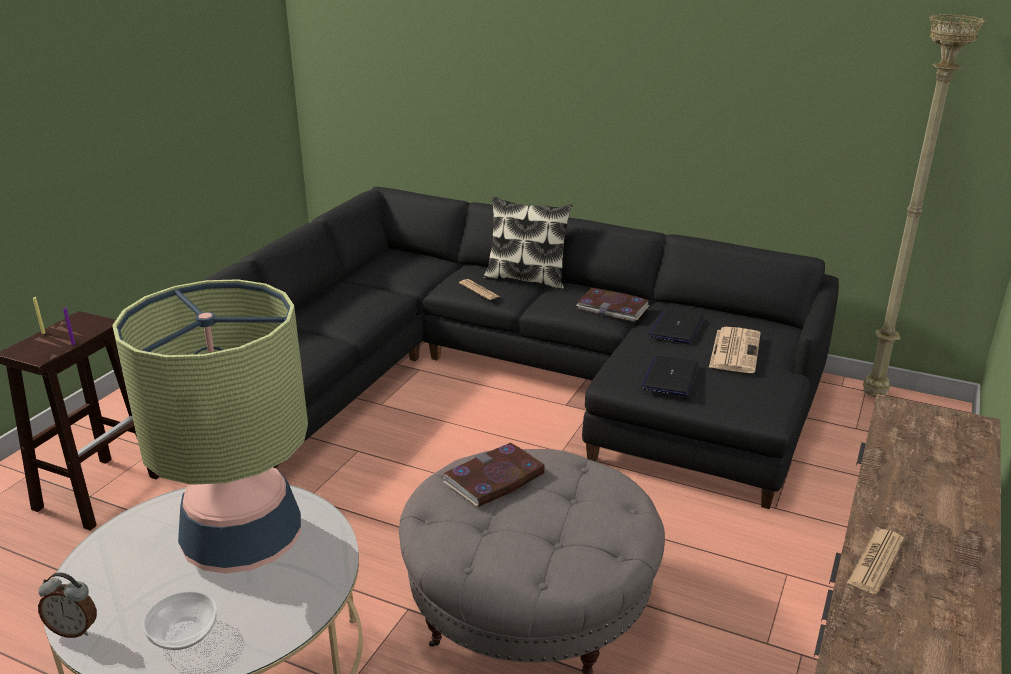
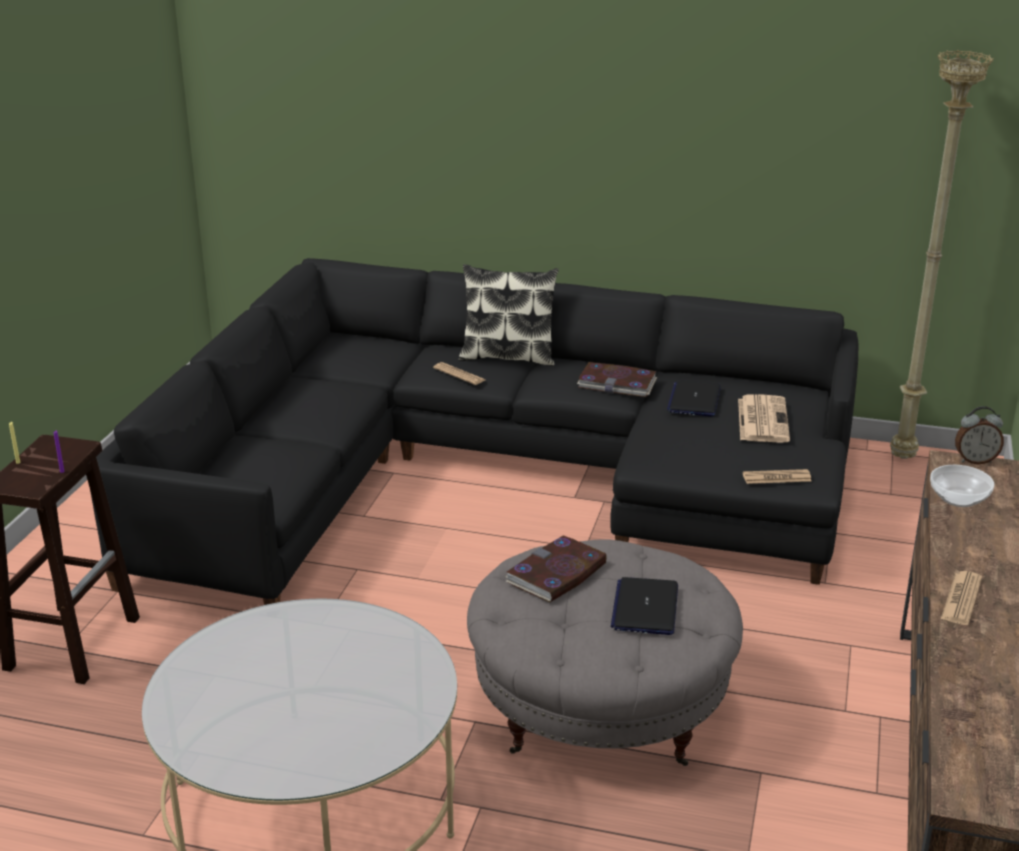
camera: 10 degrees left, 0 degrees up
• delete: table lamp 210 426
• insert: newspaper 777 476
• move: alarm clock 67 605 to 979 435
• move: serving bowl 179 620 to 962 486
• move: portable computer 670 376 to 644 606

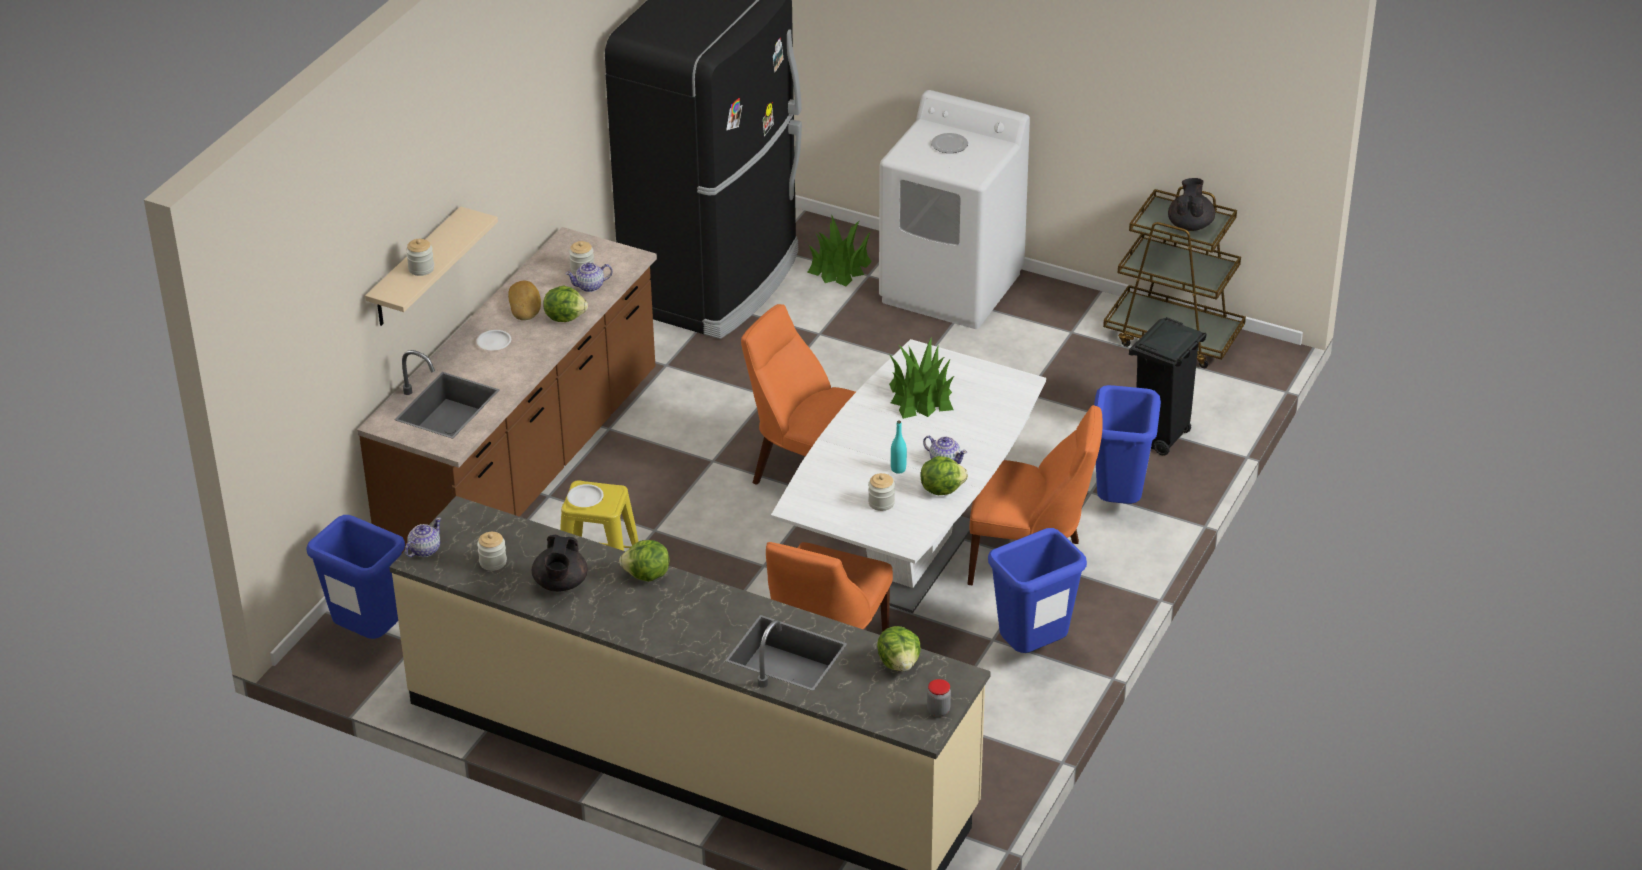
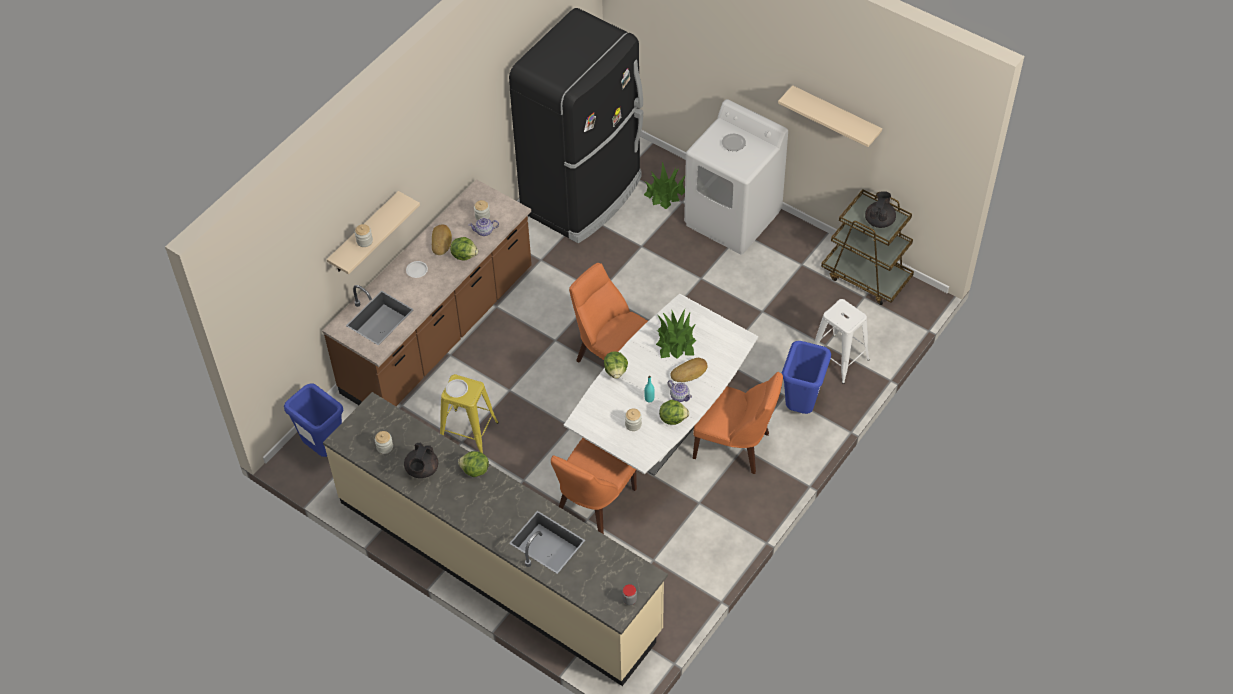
camera: 10 degrees right, 15 degrees up
• delete: teapot 423 537
• delete: blue-coloured rubbish bin 1037 590
• insert: bakery bread 689 370
• insert: beige wall shelf 830 116
• move: lettuce head 899 648 to 616 365
• replace: black rubbish bin 1168 386 to white stool 842 341

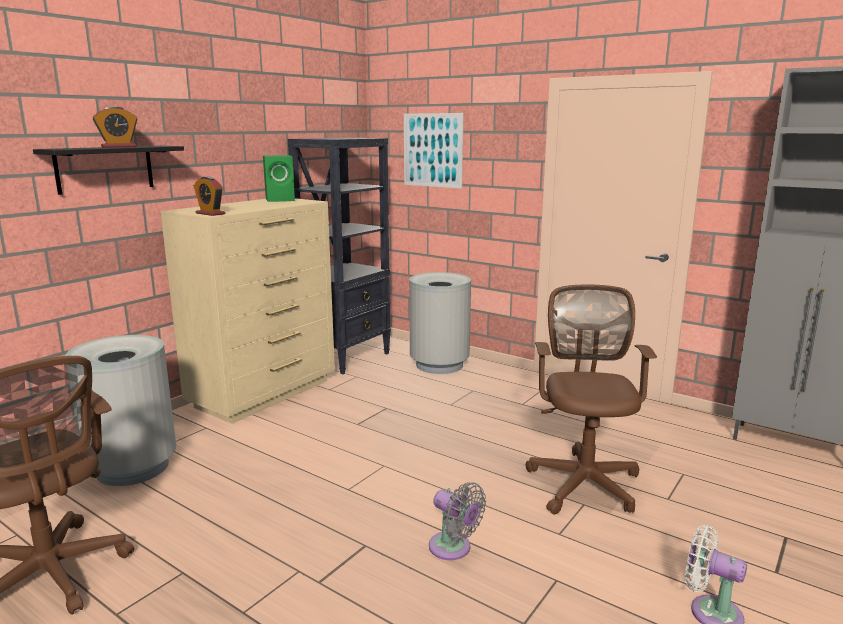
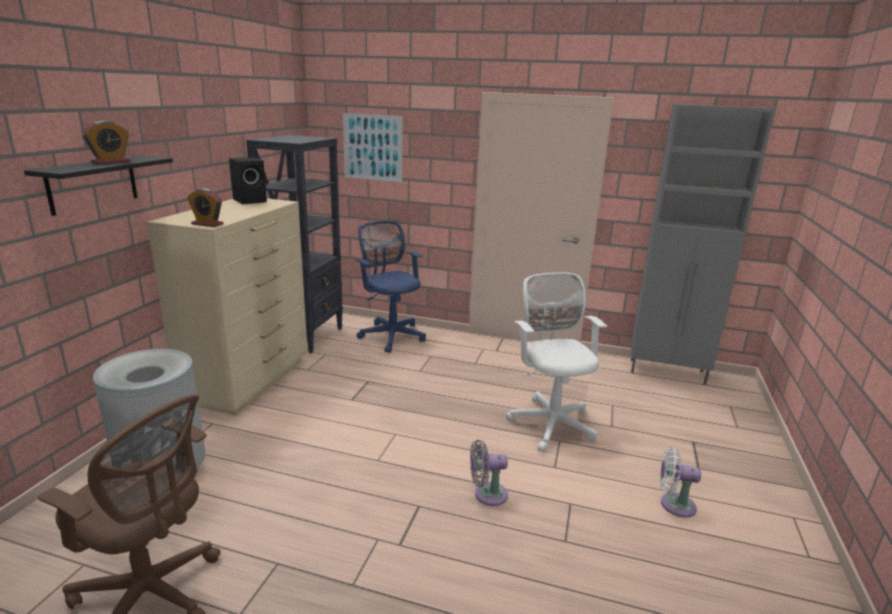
camera: 20 degrees left, 5 degrees up
• replace: greyish rubbish bin 440 323 to blue-coloured office chair 390 287
• recolor: green audio speaker 279 178 to black audio speaker 248 180
• recolor: brown office chair 591 399 to white office chair 556 362
• rotate: greyish fan 457 521 = 489 473 150 degrees clockwise

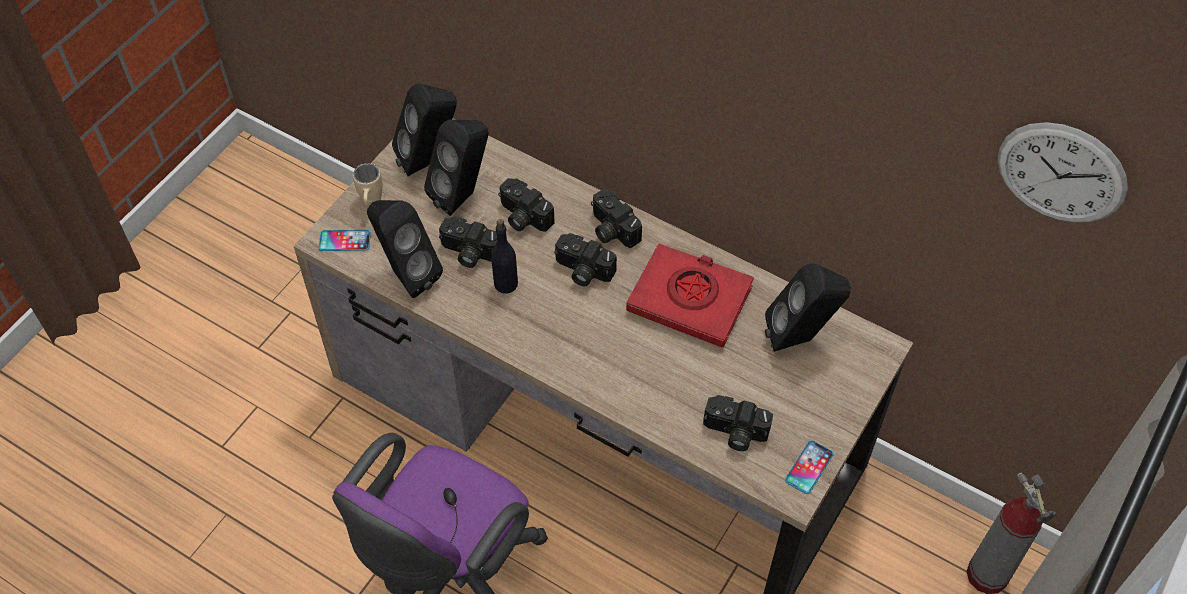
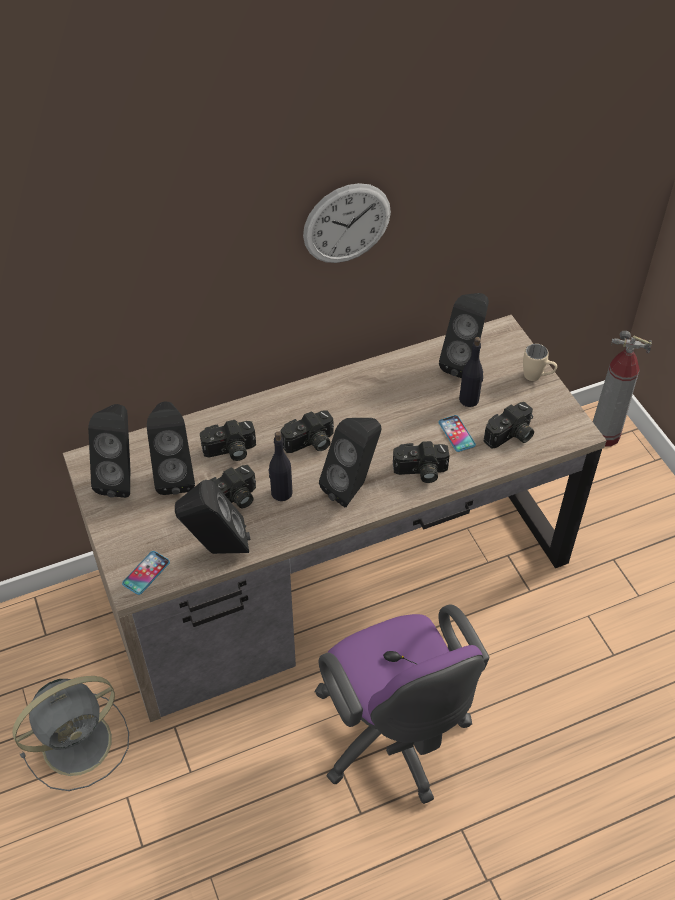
camera: 55 degrees left, 5 degrees down
• delete: red volume 690 295
• insert: greyish fan 70 733
• insert: black audio speaker 350 462
• insert: black bottle 471 372
• move: beige mug 368 184 to 540 362
• move: photo camera 616 218 to 421 462
• move: handset 809 467 to 457 433
• move: clock on the wall 1062 172 to 347 223

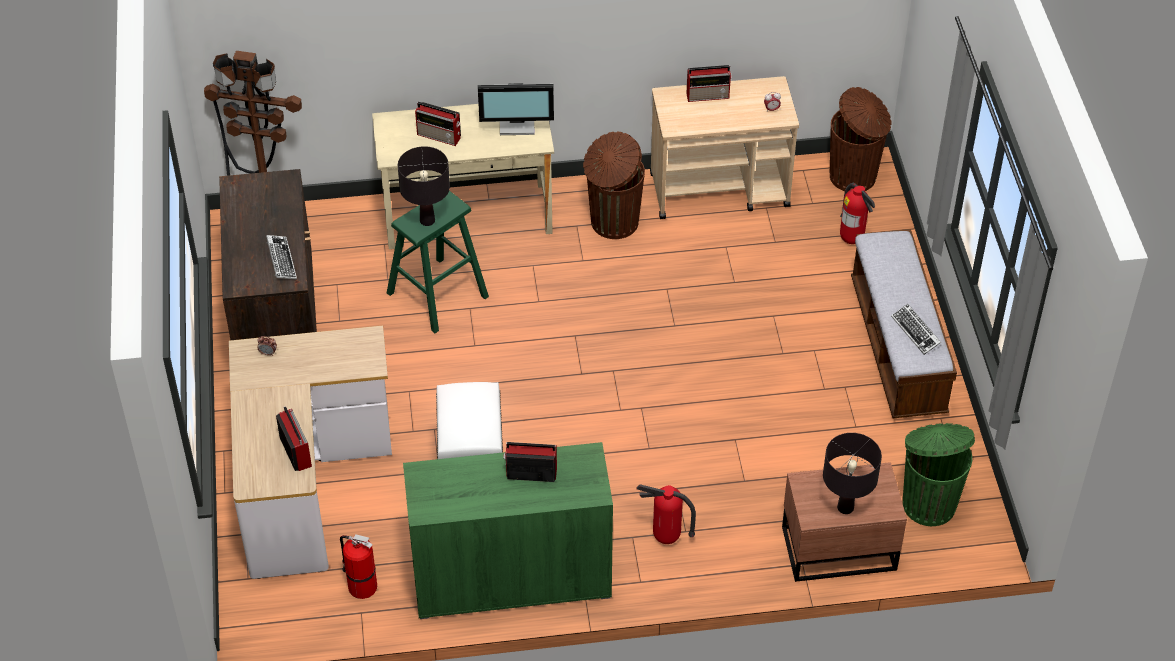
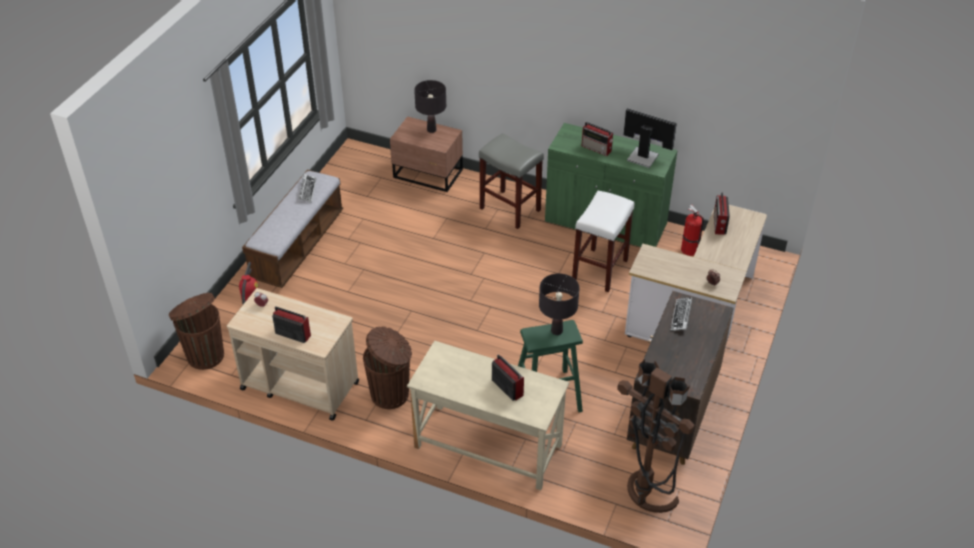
camera: 150 degrees left, 5 degrees down
• delete: green rubbish bin 939 474
• move: monitor 516 109 to 650 138
• replace: extinguisher 666 514 to greyish stool 511 181

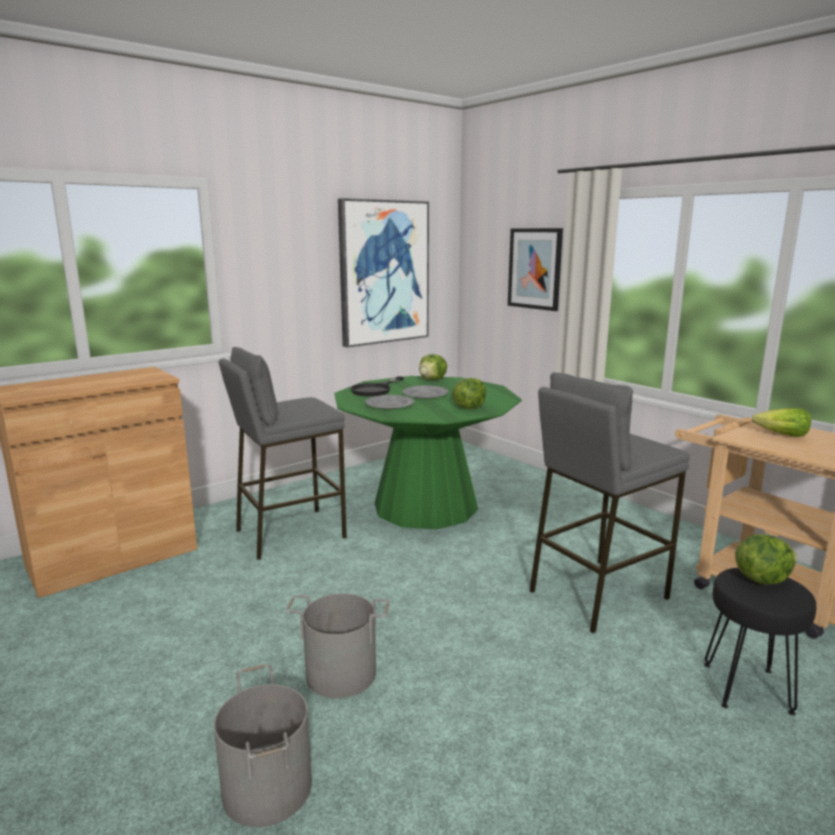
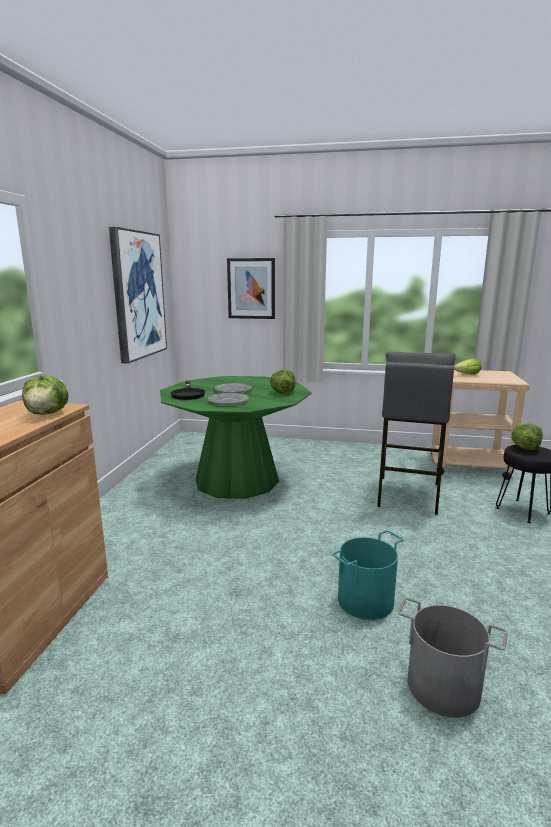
camera: 40 degrees left, 0 degrees up
• delete: greyish stool 283 453
• move: lettuce head 433 367 to 45 395
• recolor: greyish water bucket 337 645 to turquoise-coloured water bucket 367 575

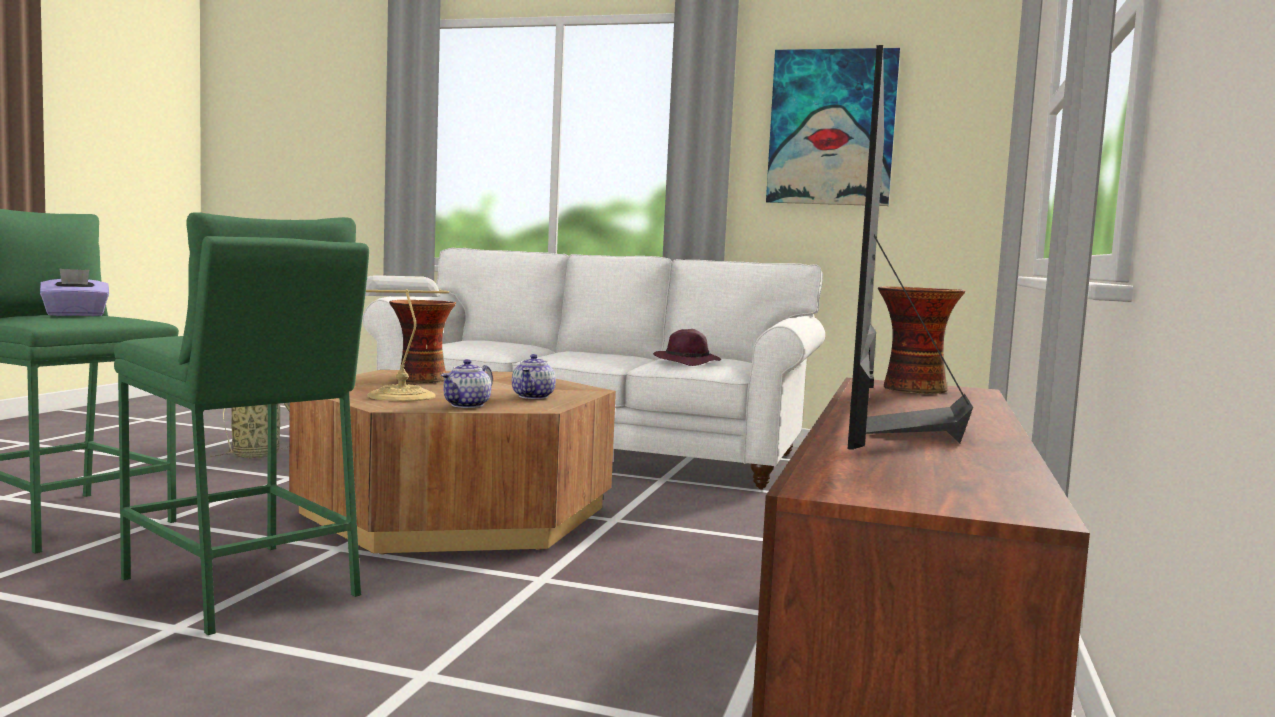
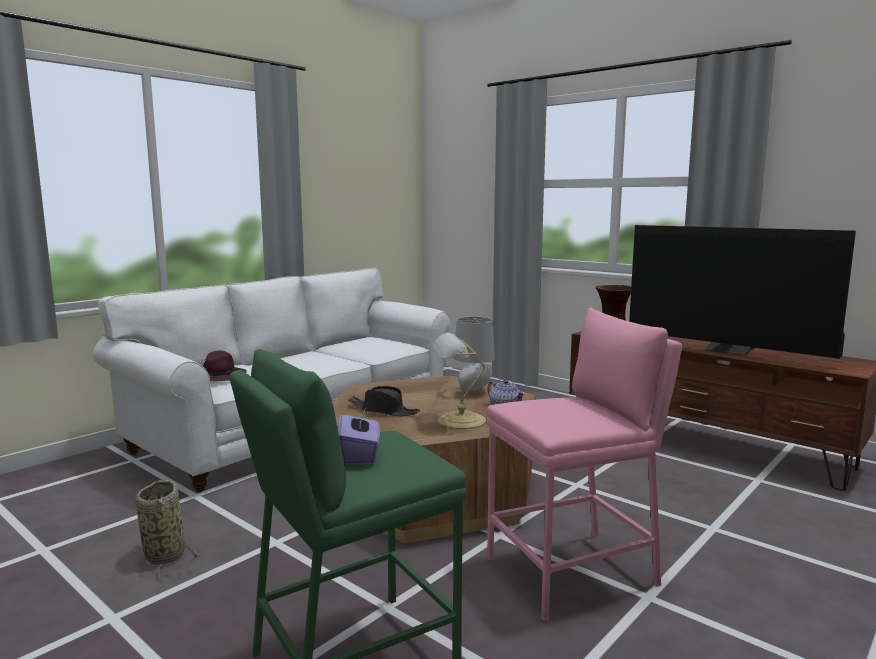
camera: 65 degrees left, 5 degrees up
• delete: wall art 833 127
• move: purple-coloured wearable hat 687 347 to 225 366
• replace: vase 422 341 to black wearable hat 384 401
• replace: teapot 534 376 to greyish table lamp 474 356
• recolor: green stool 241 423 to pink-coloured stool 584 464

